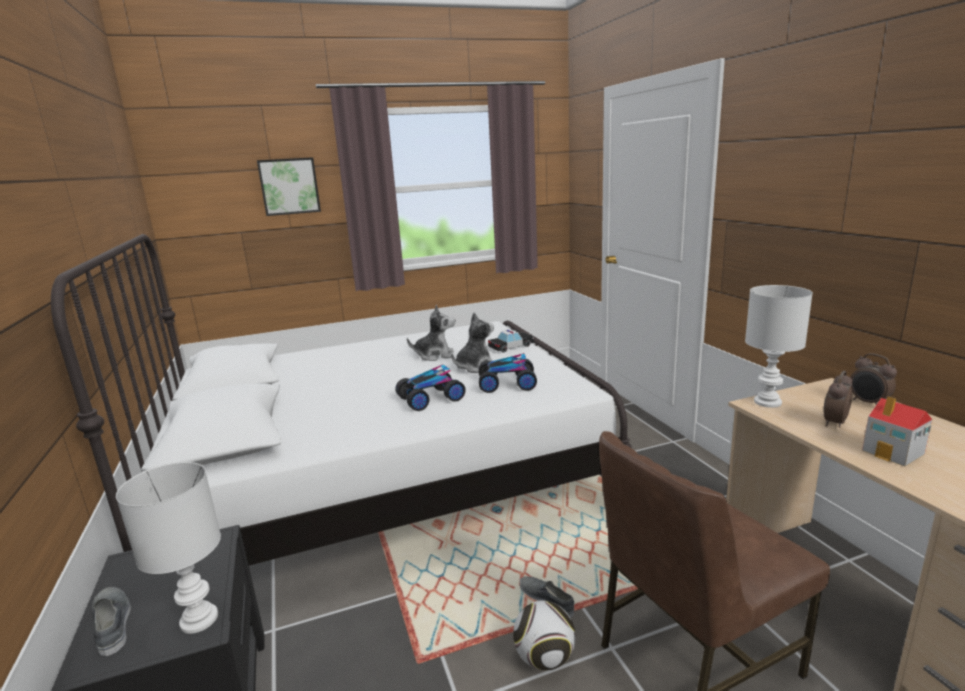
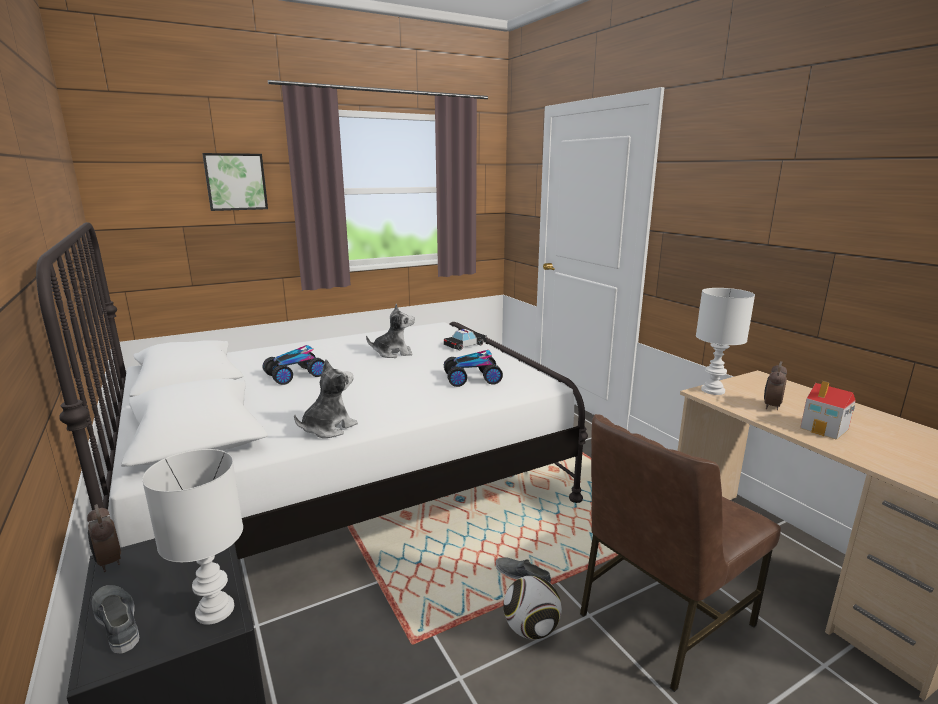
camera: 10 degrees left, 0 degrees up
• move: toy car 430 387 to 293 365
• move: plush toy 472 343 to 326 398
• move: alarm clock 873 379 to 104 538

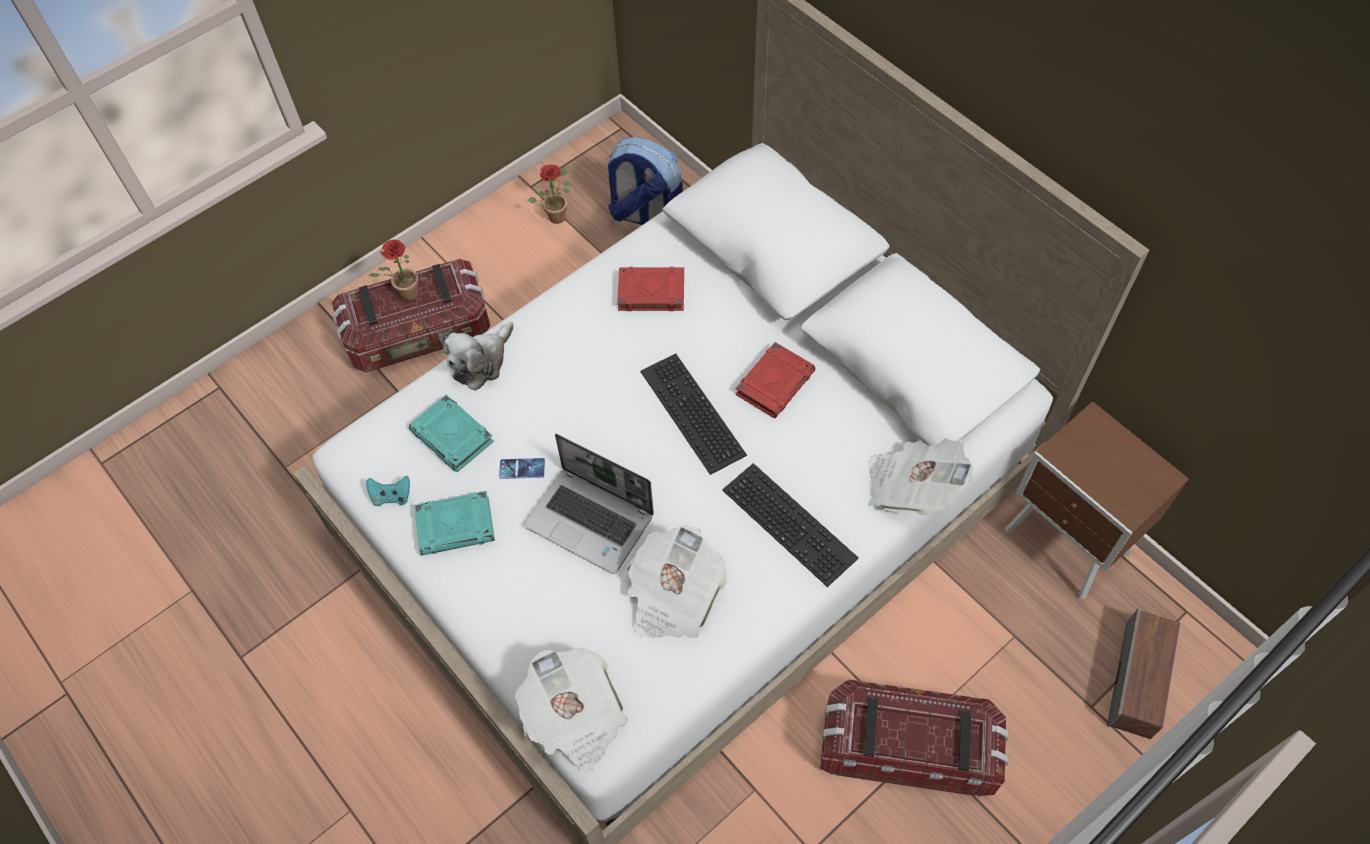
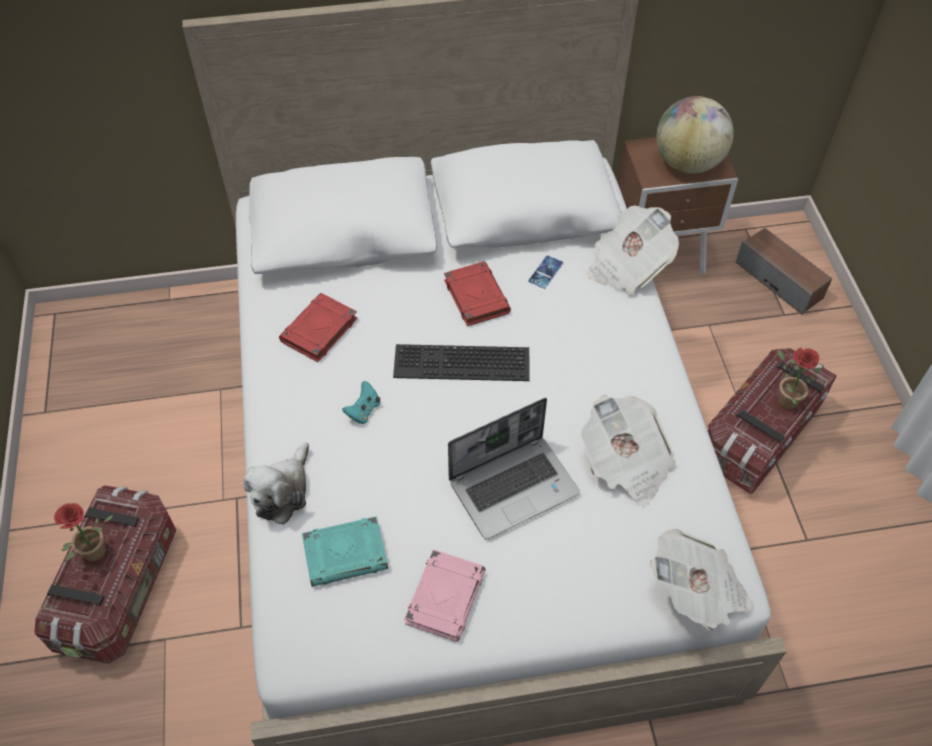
camera: 60 degrees left, 5 degrees down
• delete: knapsack 645 181
• delete: PC keyboard 790 525
• insert: world globe 695 135
• move: turquoise-coloured joypad 388 491 to 361 402
• move: handset 522 468 to 545 272
• move: plant in a pot 549 194 to 800 379
• recolor: turquoise-coloured volume 454 523 to pink-coloured volume 445 595
• rotate: plush toy 478 356 = 276 483 45 degrees clockwise

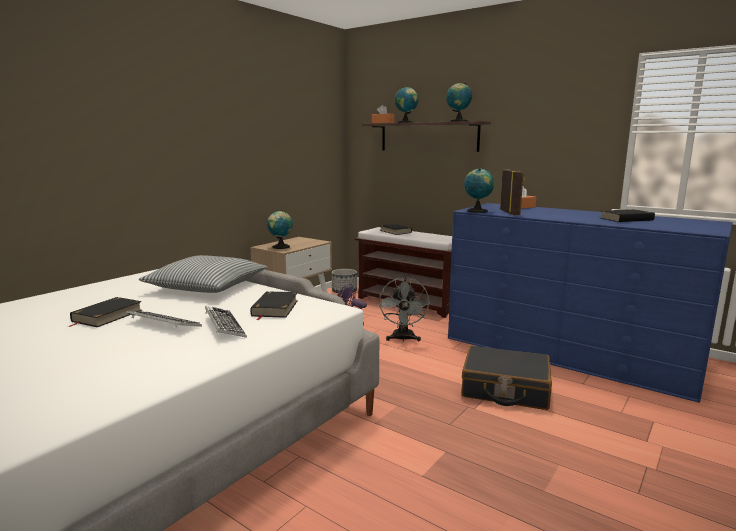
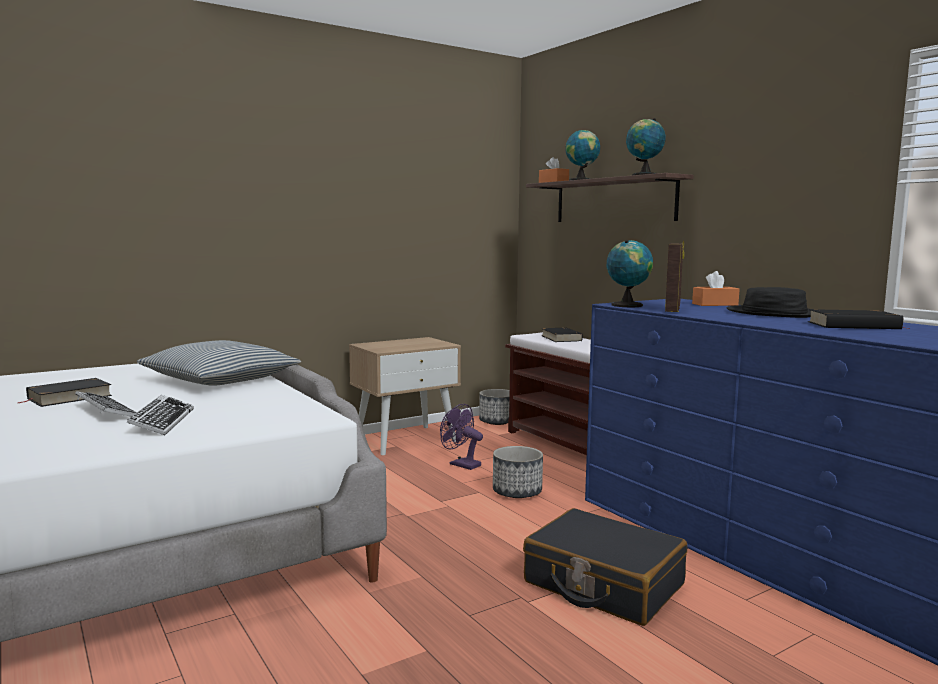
camera: 20 degrees right, 5 degrees down
• delete: black volume 274 305
• delete: world globe 280 229
• insert: black wearable hat 769 302
• replace: greyish fan 404 309 to flower pot 518 472

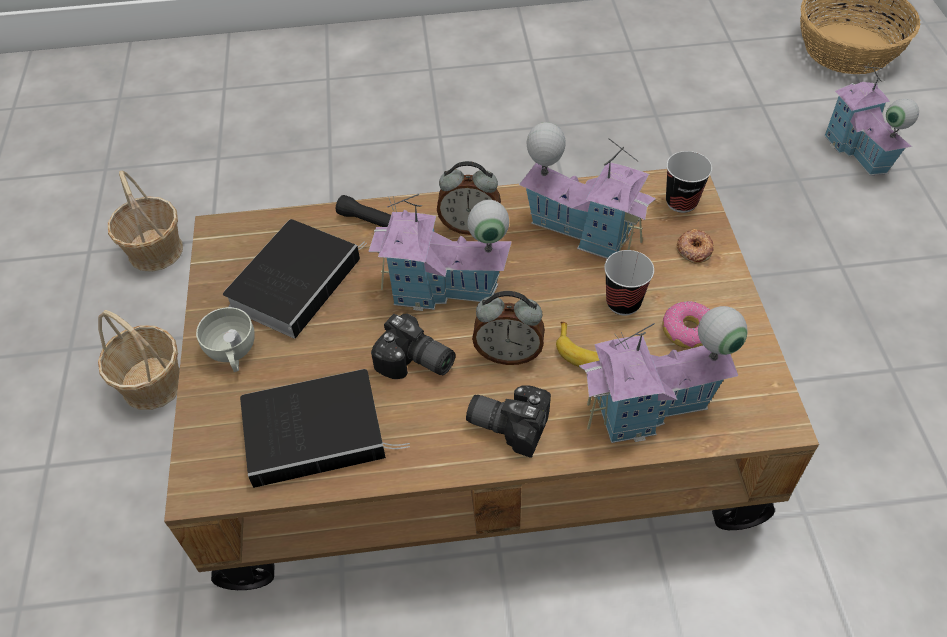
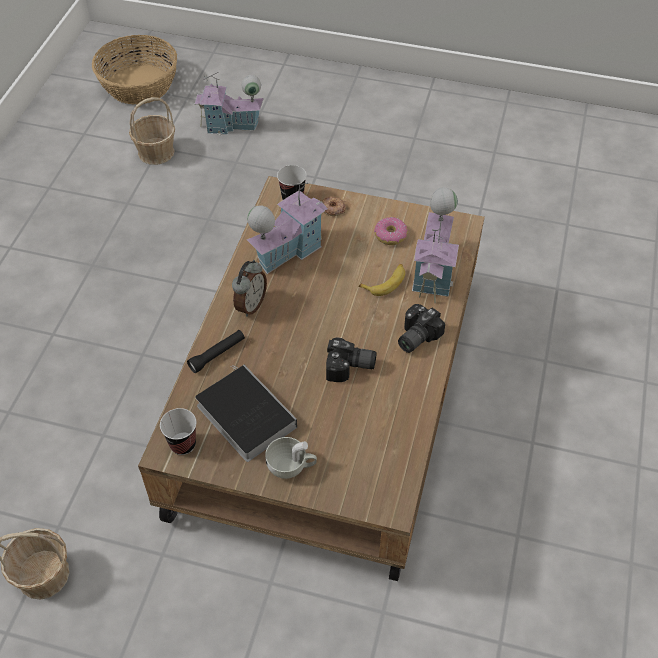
camera: 70 degrees left, 0 degrees up
• delete: volume 325 428
• delete: model house 440 252
• delete: alarm clock 508 328
• move: storage basket 139 360 to 152 131
• move: cup 629 282 to 178 431
• rotate: photo camera 413 346 = 351 359 45 degrees clockwise

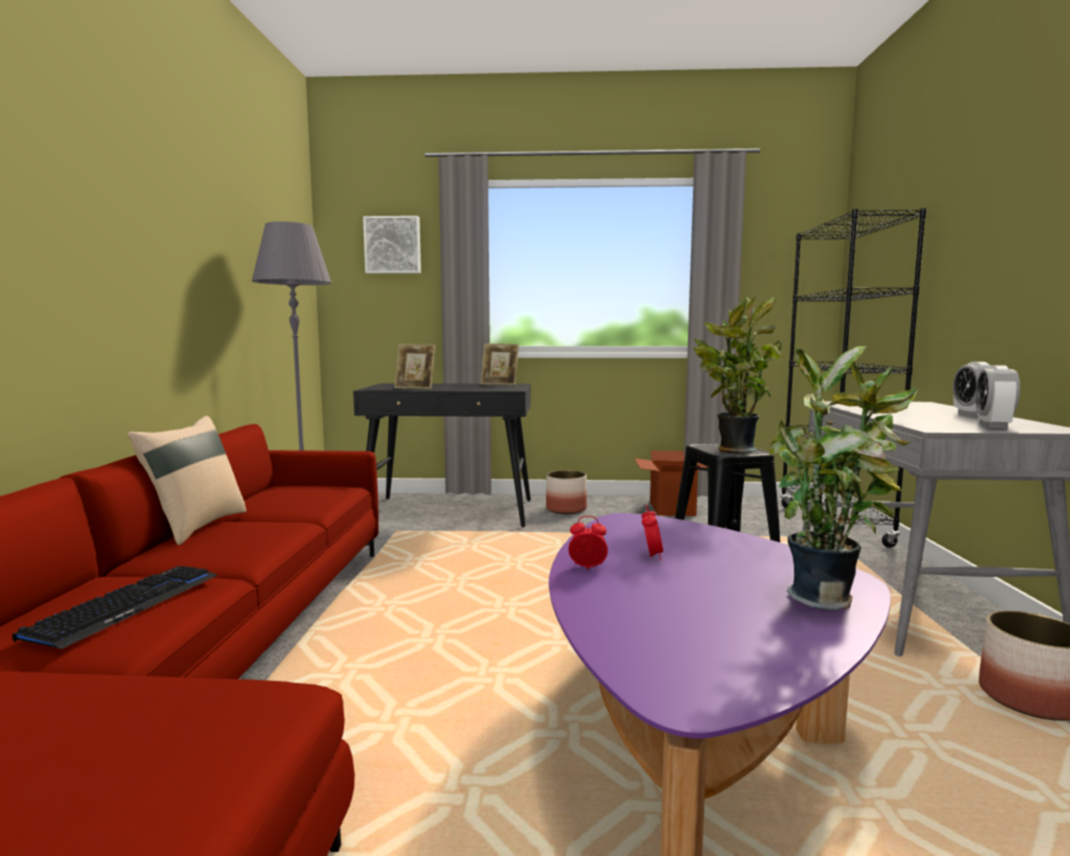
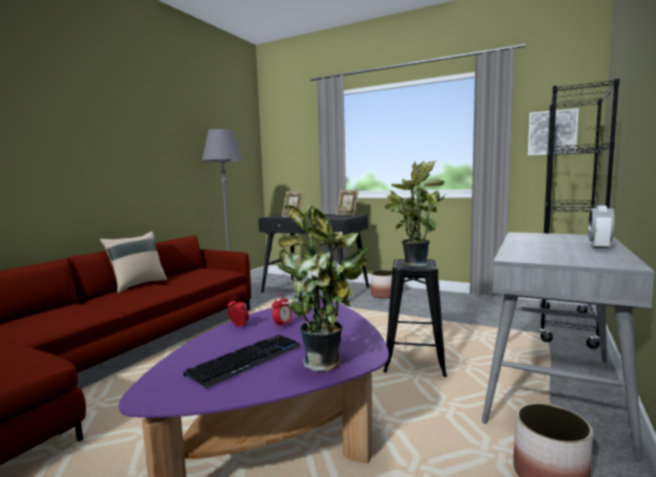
camera: 25 degrees right, 0 degrees up
• delete: packing box 671 483
• delete: alarm clock 997 397
• move: PC keyboard 115 607 to 242 362
• move: wall art 392 245 to 553 131

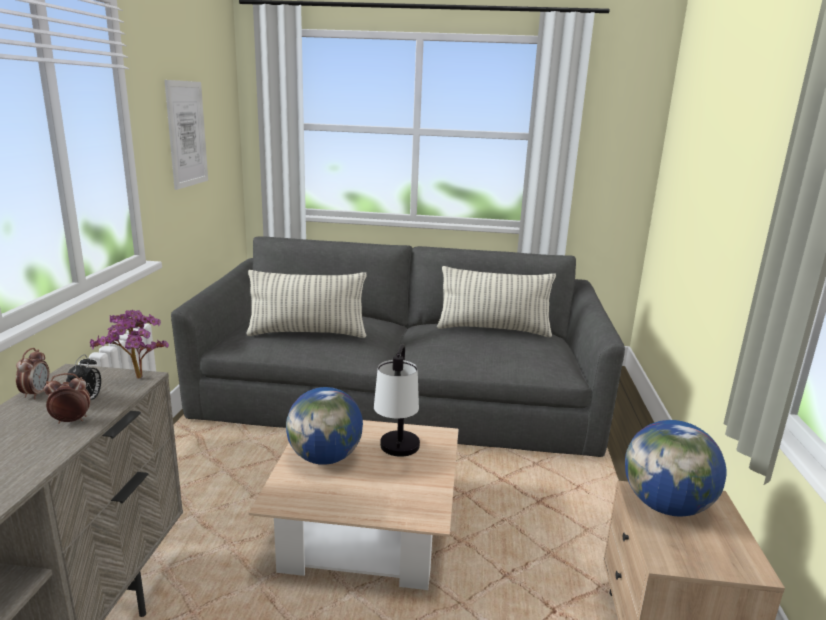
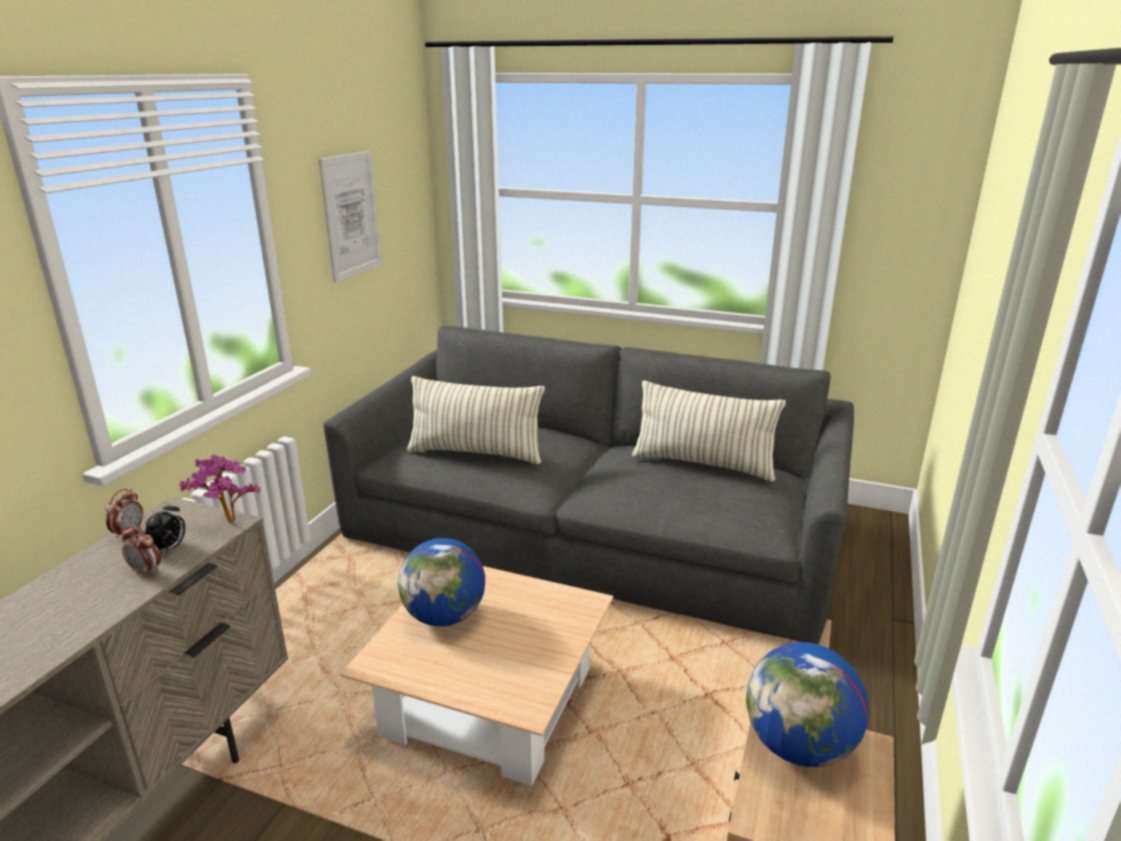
camera: 15 degrees right, 5 degrees up
• delete: table lamp 397 400
• rotate: alarm clock 67 398 = 141 551 150 degrees counterclockwise

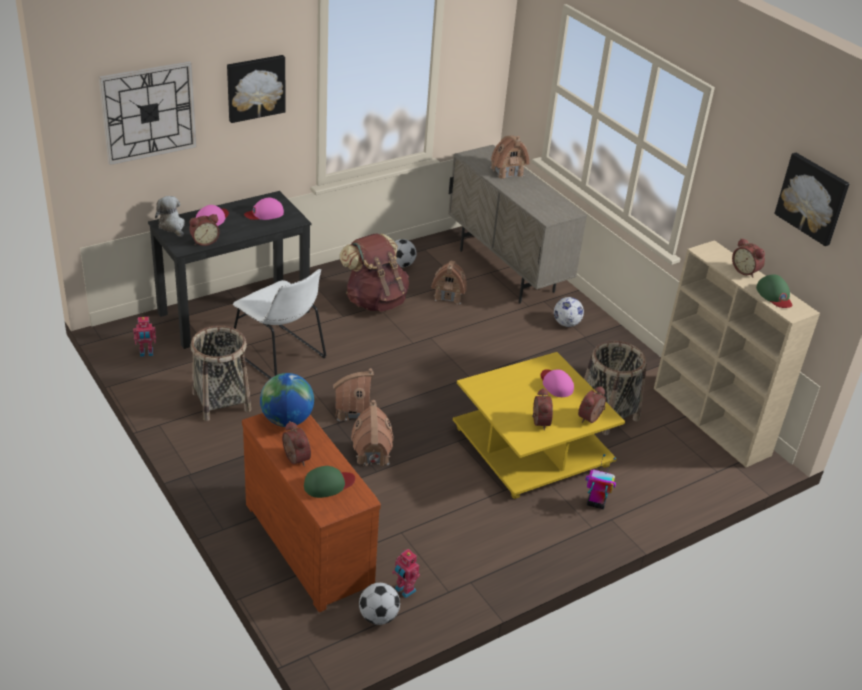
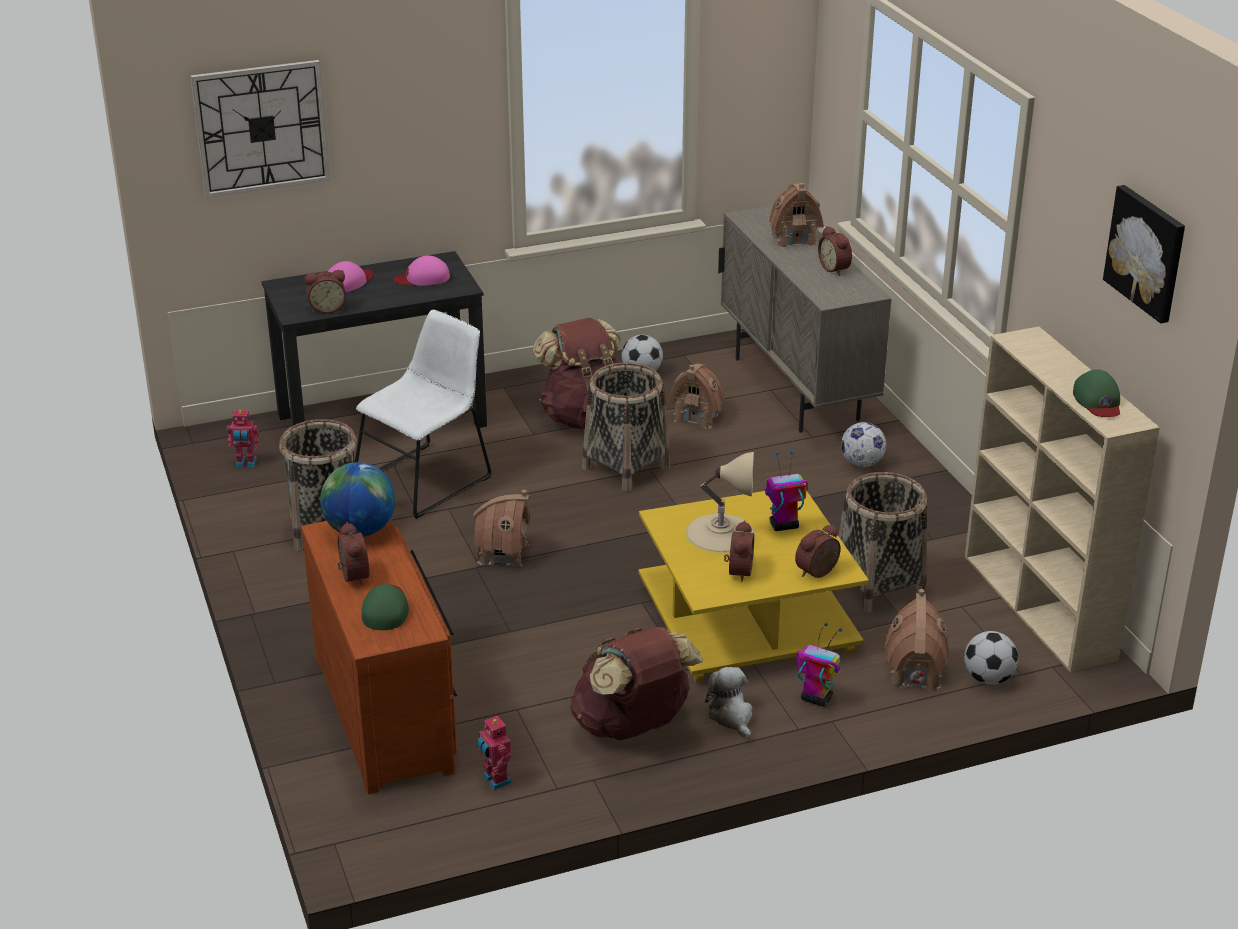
camera: 15 degrees right, 5 degrees down
• delete: wall art 256 89
• insert: brown knapsack 636 684
• insert: storage basket 626 426
• insert: beige table lamp 720 502
• move: plush toy 170 216 to 728 703
• move: model house 372 433 to 917 640
• move: ball for football 379 604 to 991 657
• move: alarm clock 748 258 to 835 251
• replace: pink-coloured cap 557 383 to model robot 786 490
• rotate: white upright chair 279 324 = 423 414 105 degrees counterclockwise
• rotate: green cap 329 482 = 385 607 75 degrees counterclockwise

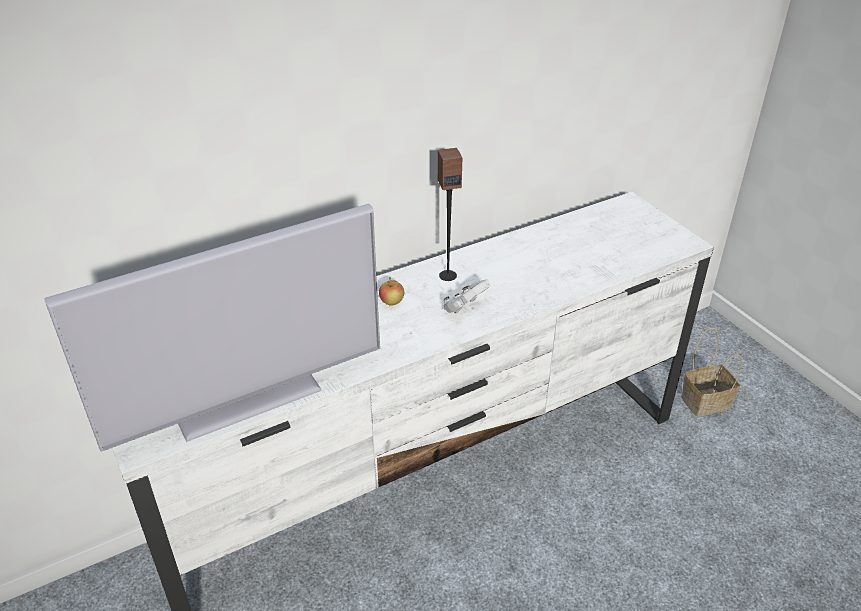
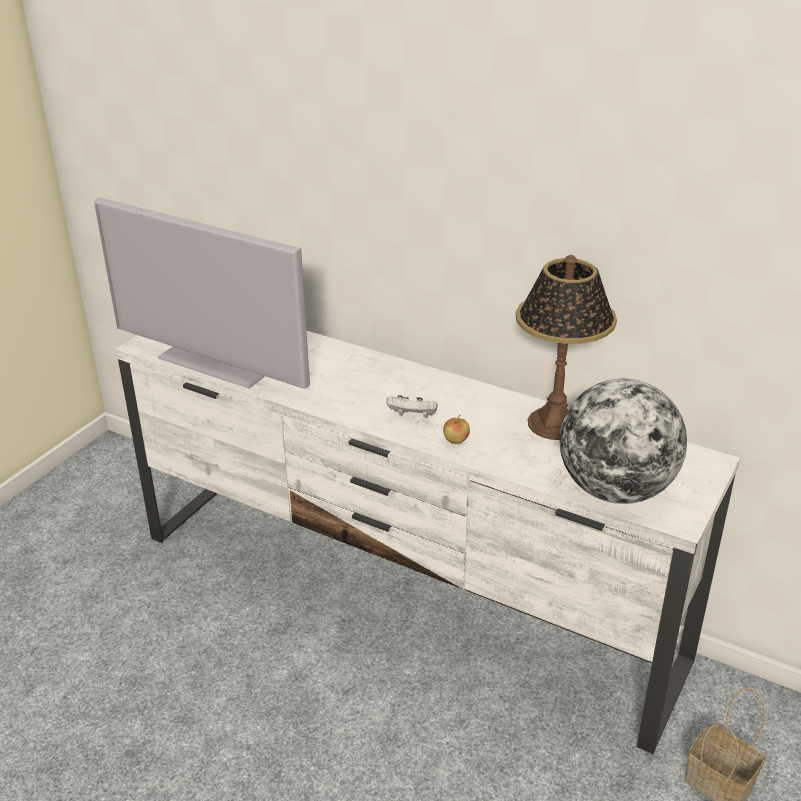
camera: 60 degrees right, 5 degrees down
• delete: audio speaker 450 214
• insert: table lamp 566 347
• insert: world globe 623 441
• move: whole apple 391 291 to 456 429

